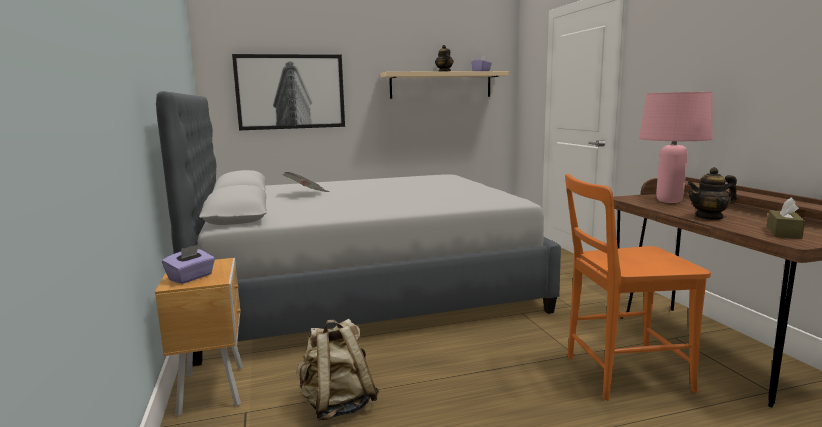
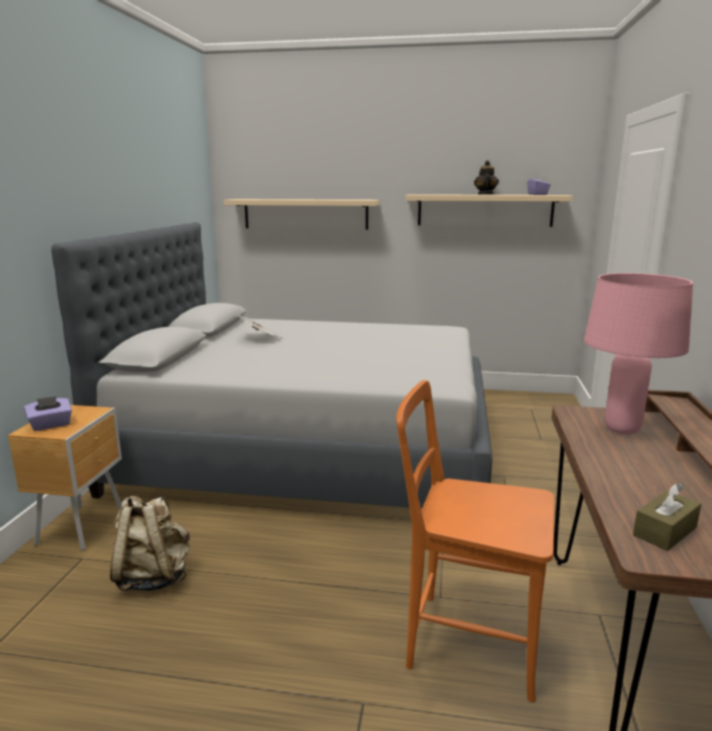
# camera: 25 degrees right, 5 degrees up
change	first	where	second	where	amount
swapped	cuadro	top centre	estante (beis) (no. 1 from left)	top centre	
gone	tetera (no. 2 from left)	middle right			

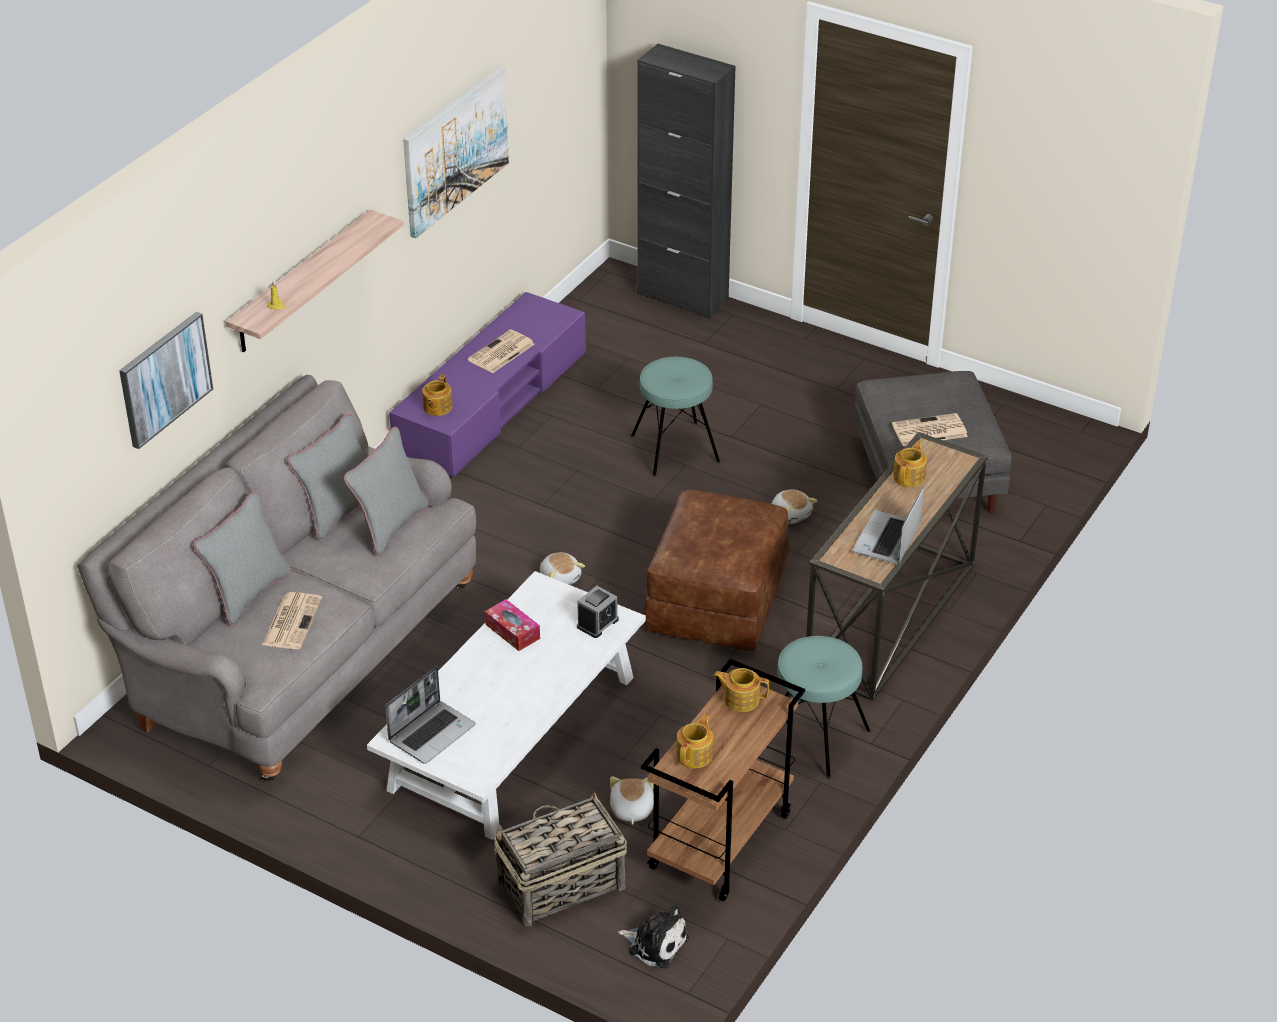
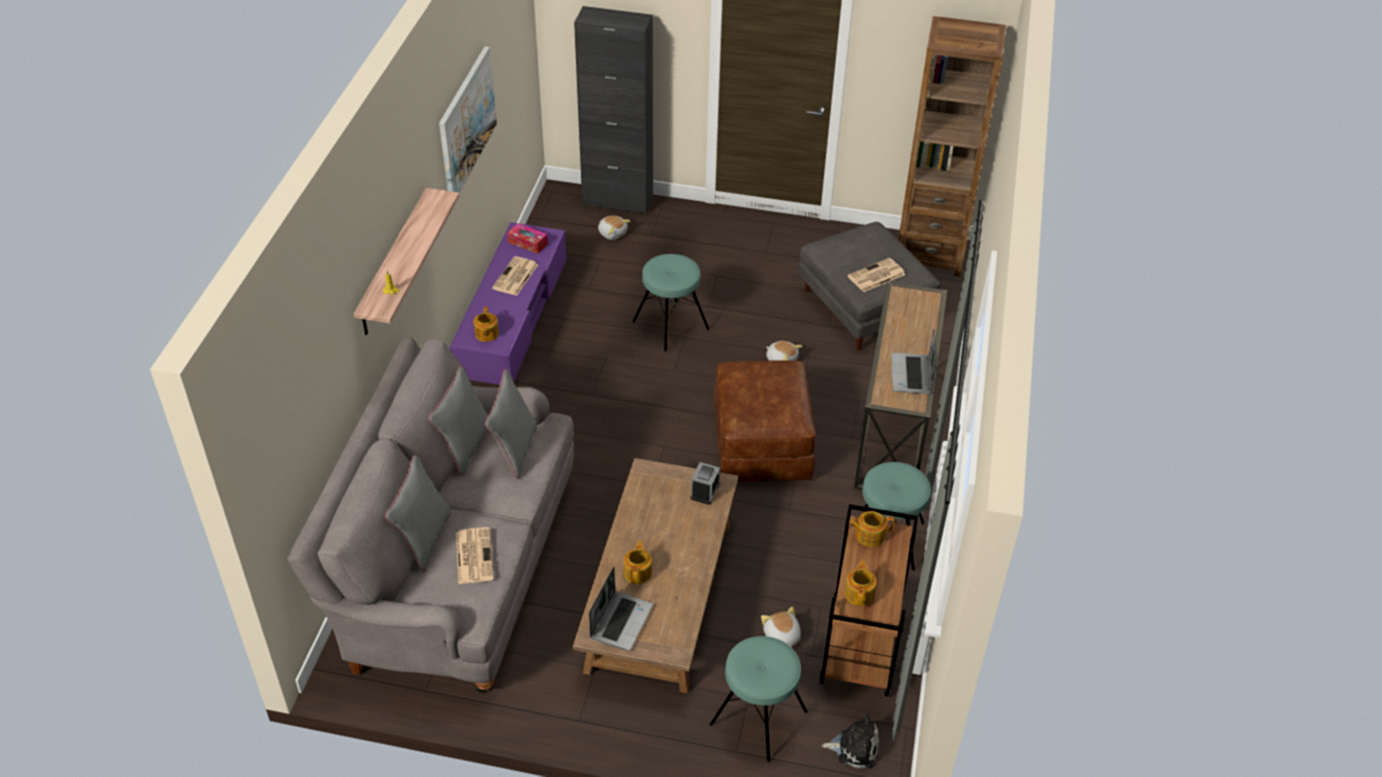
# camera: 20 degrees left, 5 degrees up
change	first	where	second	where	amount
shifted	caja de pañuelos	centre		top centre	
repainted	mesa de centro (blanco)	bottom centre	mesa de centro (marrón)	bottom centre	
shifted	peluche (no. 1 from left)	centre		top centre	
shifted	tetera (no. 4 from left in the first image)	middle right	tetera (no. 2 from left)	bottom centre	
swapped	cesta	bottom centre	taburete (turquesa) (no. 2 from left)	bottom centre	
new			estantería (marrón)	top right	
gone	cuadro (no. 1 from left)	middle left			

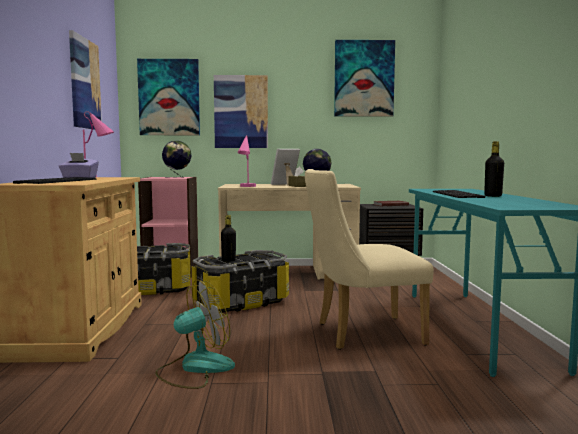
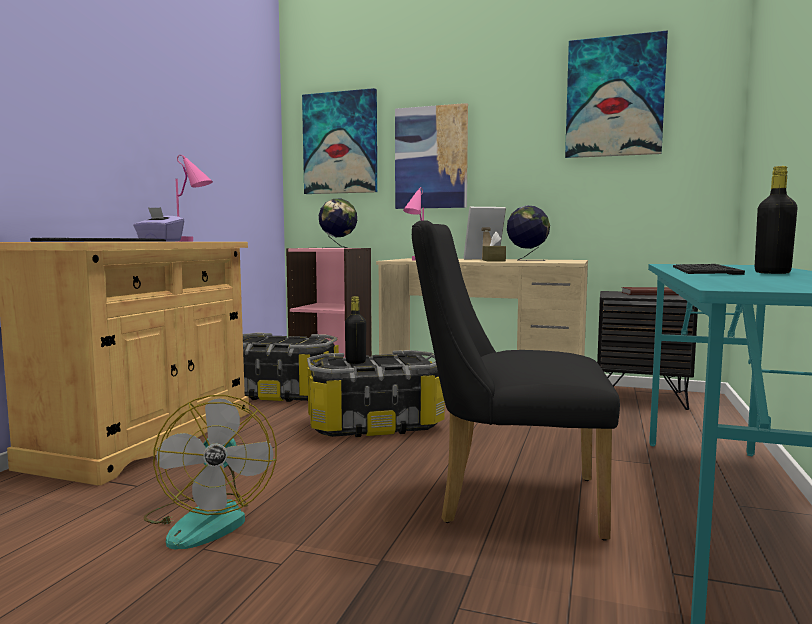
# camera: 20 degrees right, 0 degrees up
change	first	where	second	where	amount
rotated	ventilador	bottom centre		bottom left	90 degrees clockwise
repainted	silla (beis)	centre	silla (negro)	centre	
gone	cuadro (no. 1 from left)	top left			

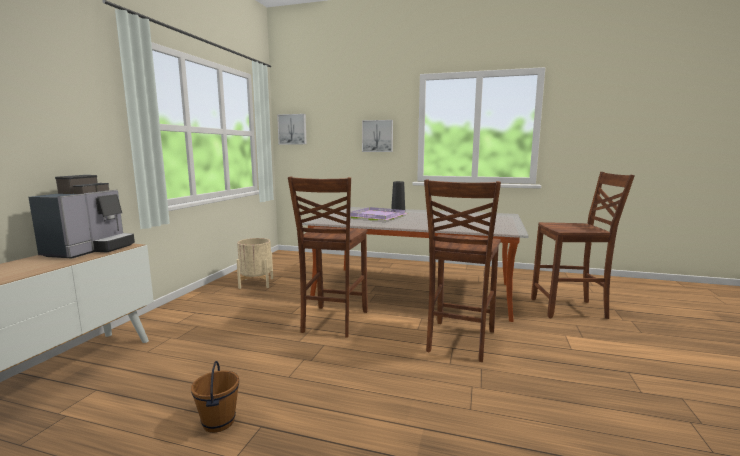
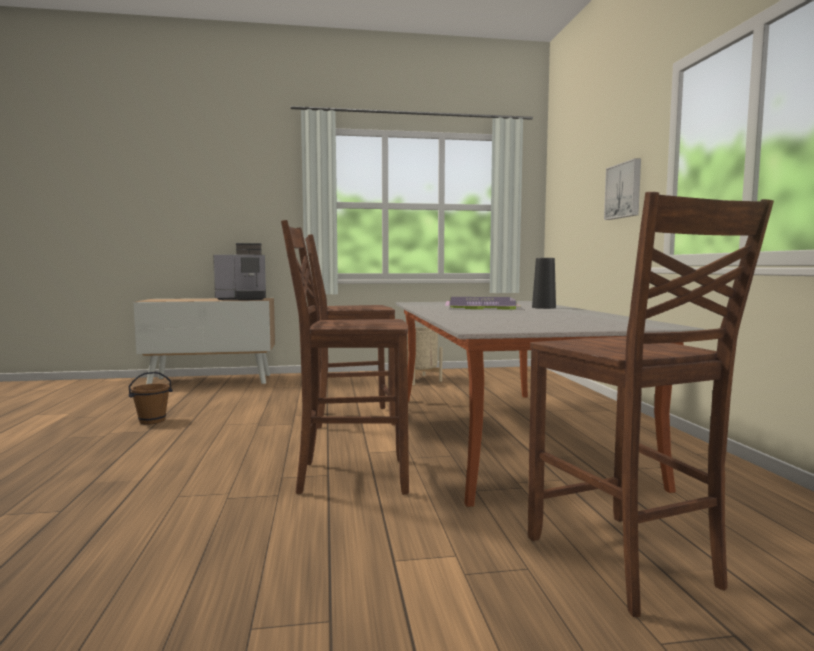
# camera: 65 degrees right, 5 degrees down
change	first	where	second	where	amount
gone	cuadro (no. 1 from left)	top centre			

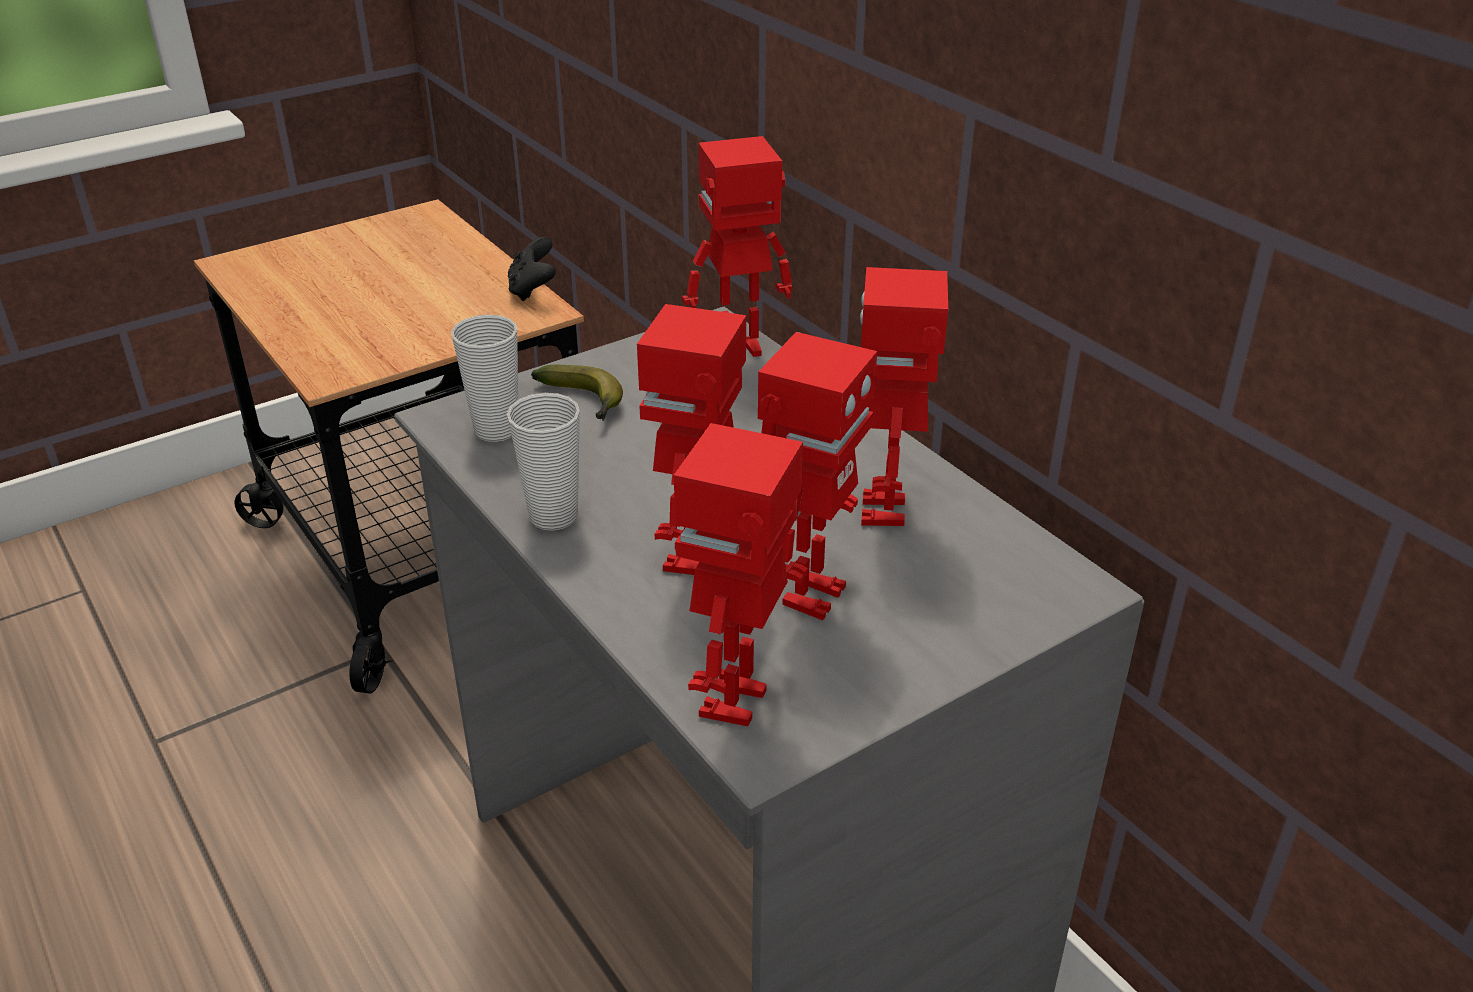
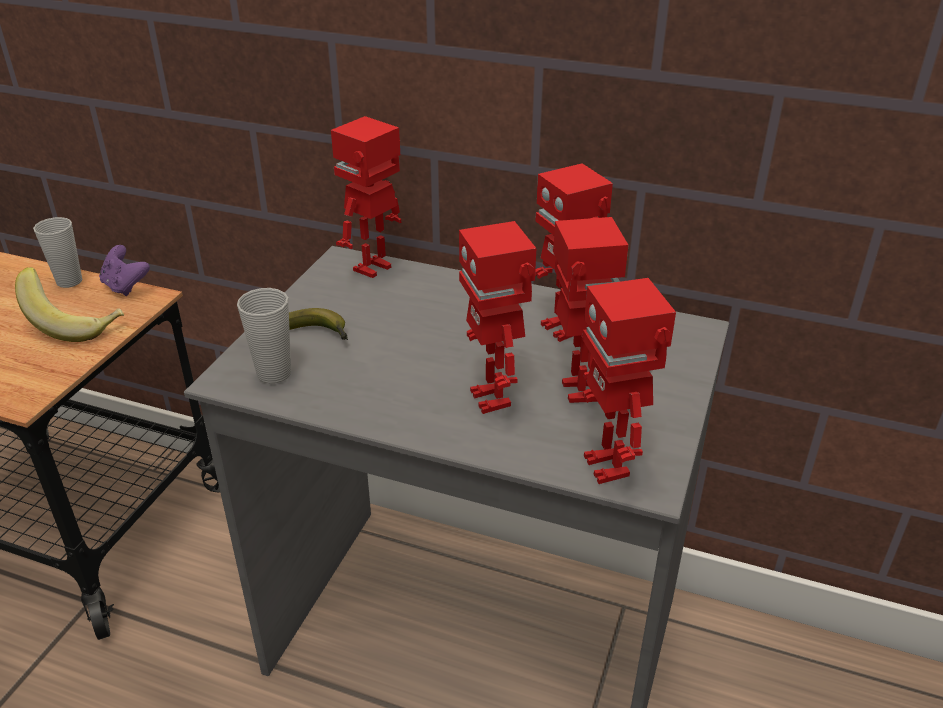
# camera: 35 degrees left, 0 degrees up
change	first	where	second	where	amount
new			plátano (no. 1 from left)	middle left	
shifted	taza (no. 2 from left in the first image)	centre	taza (no. 1 from left)	middle left	
repainted	mando de consola (negro)	top centre	mando de consola (morado)	middle left	

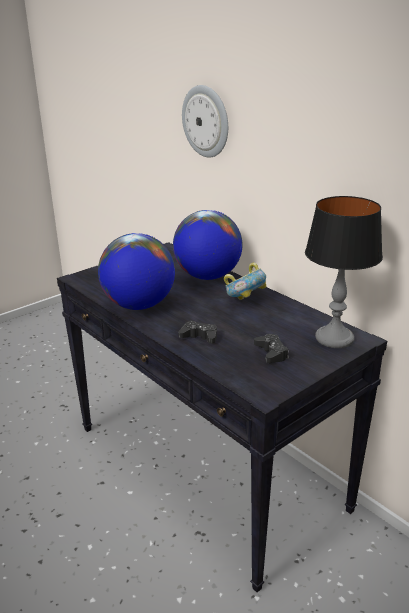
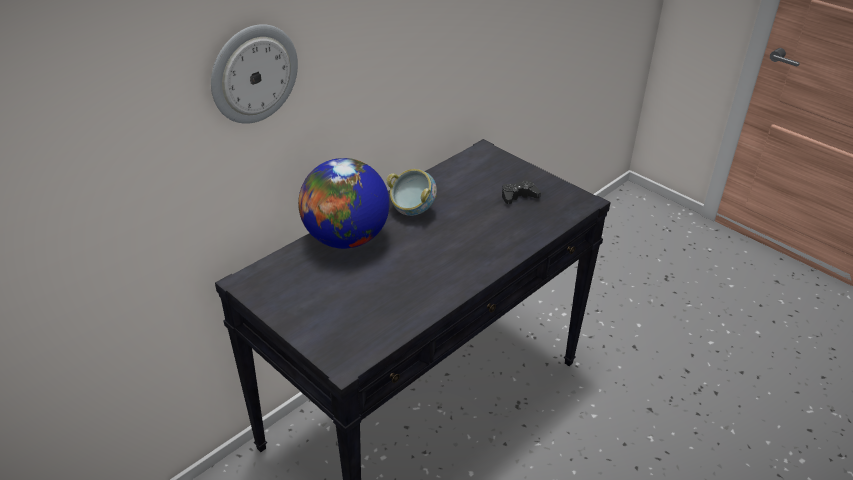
# camera: 95 degrees left, 10 degrees up
change	first	where	second	where	amount
gone	globo terráqueo (no. 1 from left)	middle left			
gone	mando de consola (negro) (no. 1 from left)	centre			
gone	lámpara de mesa	middle right			

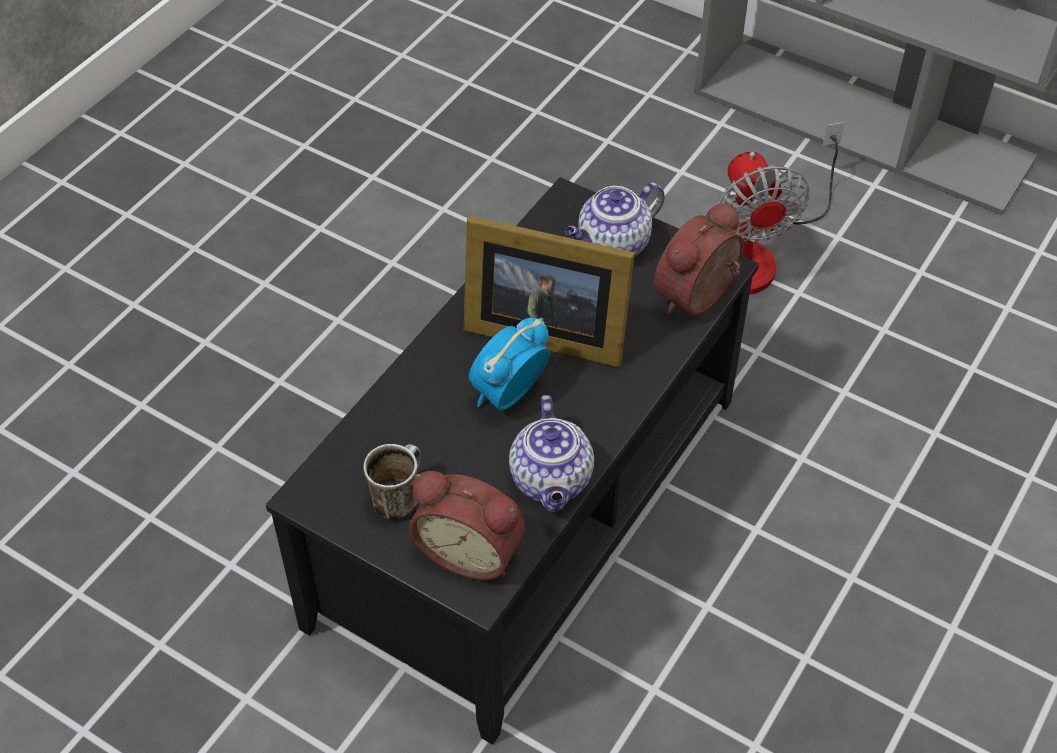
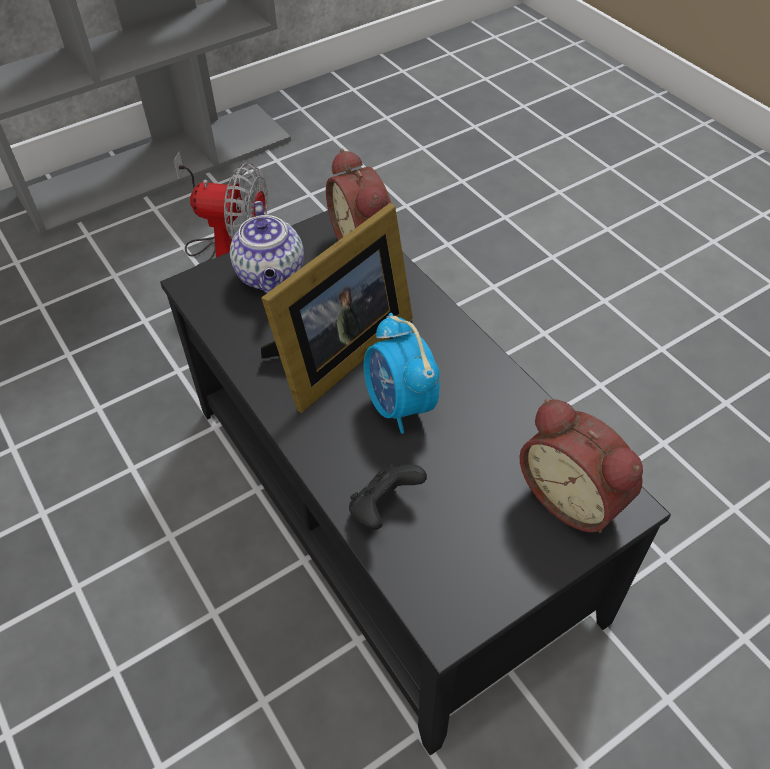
# camera: 65 degrees left, 0 degrees up
change	first	where	second	where	amount
new			mando de consola (negro)	centre	
rotated	despertador (no. 1 from left in the first image)	bottom centre	despertador (no. 3 from left)	middle right	90 degrees clockwise
gone	taza grande	centre			
gone	tetera (no. 1 from left)	centre			

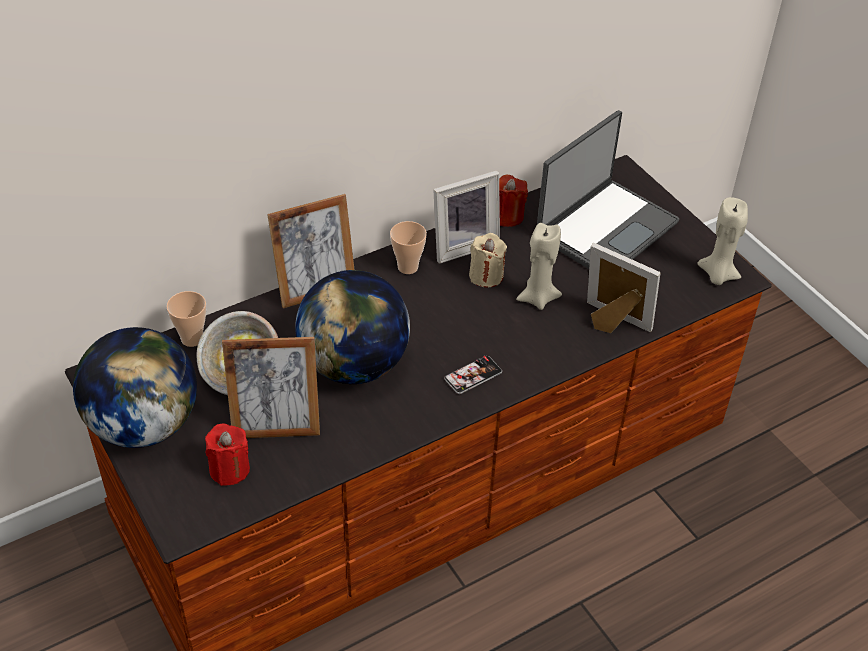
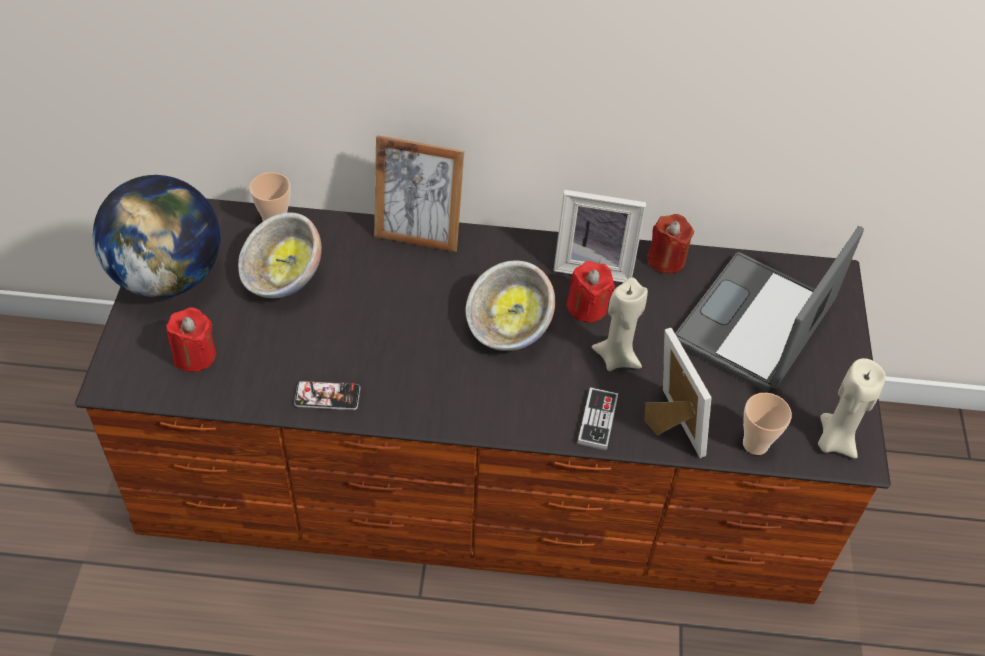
# camera: 35 degrees right, 5 degrees up
change	first	where	second	where	amount
shifted	móvil	centre		middle left	
new			cuenco (no. 2 from left)	centre	
repainted	vela (beis) (no. 1 from left)	centre	vela (rojo) (no. 2 from left)	centre	
new			mando de consola	centre	
rotated	portátil	top right		middle right	135 degrees clockwise
shifted	taza (no. 2 from left)	centre		middle right	
gone	portarretratos (no. 1 from left)	middle left			
gone	globo terráqueo (no. 2 from left)	centre			

